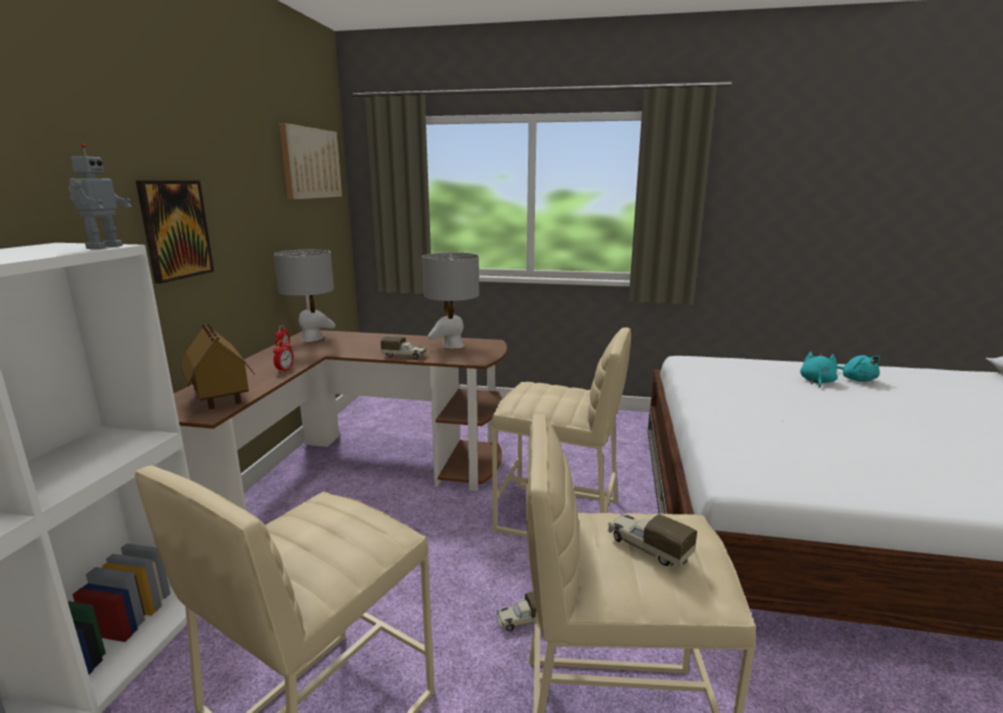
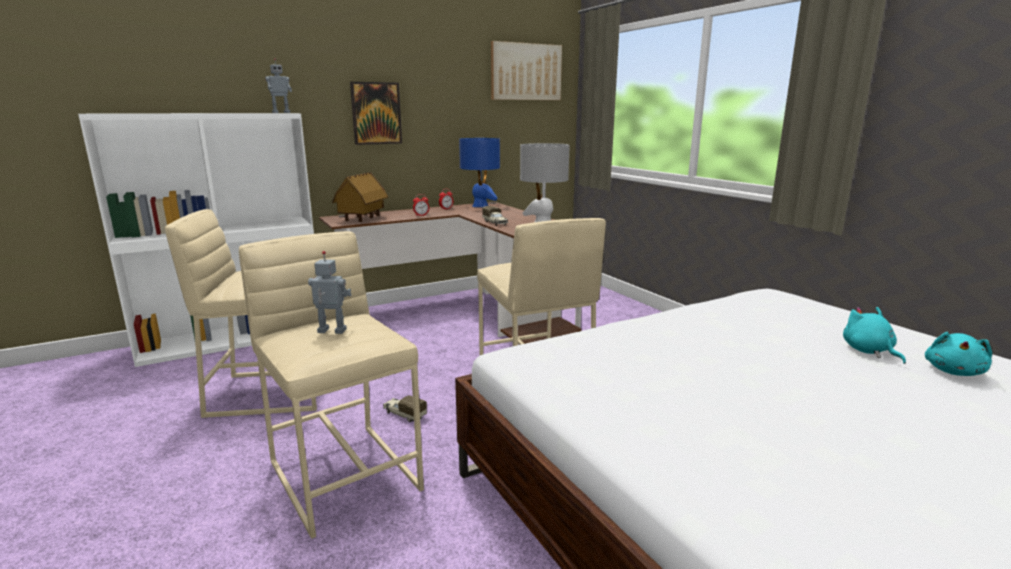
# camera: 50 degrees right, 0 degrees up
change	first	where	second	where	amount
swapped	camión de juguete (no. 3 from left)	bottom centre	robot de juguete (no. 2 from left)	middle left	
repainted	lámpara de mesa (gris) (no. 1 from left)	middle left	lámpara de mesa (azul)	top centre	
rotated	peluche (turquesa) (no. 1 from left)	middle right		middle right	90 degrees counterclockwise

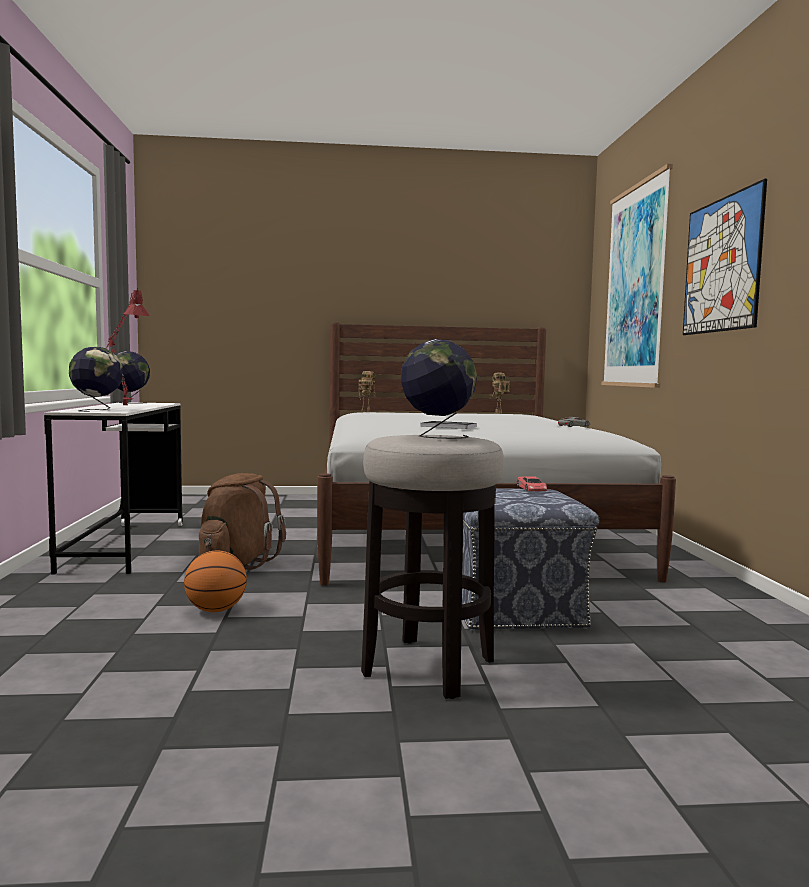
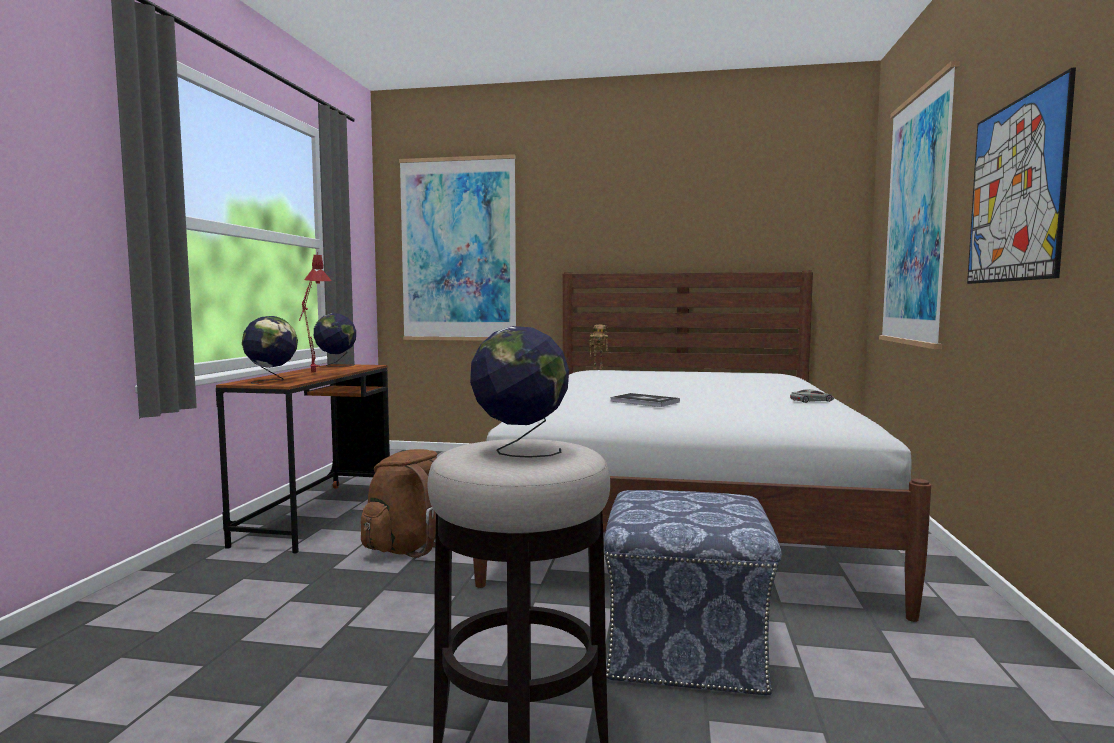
# camera: 15 degrees right, 0 degrees up
change	first	where	second	where	amount
repainted	escritorio (blanco)	middle left	escritorio (marrón)	middle left	
new			cuadro (no. 1 from left)	top centre	
gone	balón de baloncesto	middle left			
gone	robot de juguete (no. 2 from left)	centre			
gone	coche de juguete (rojo)	centre			

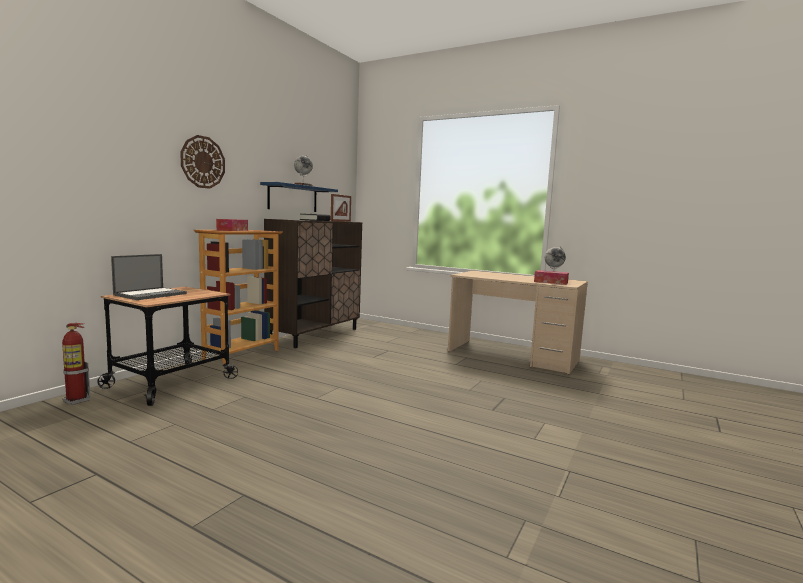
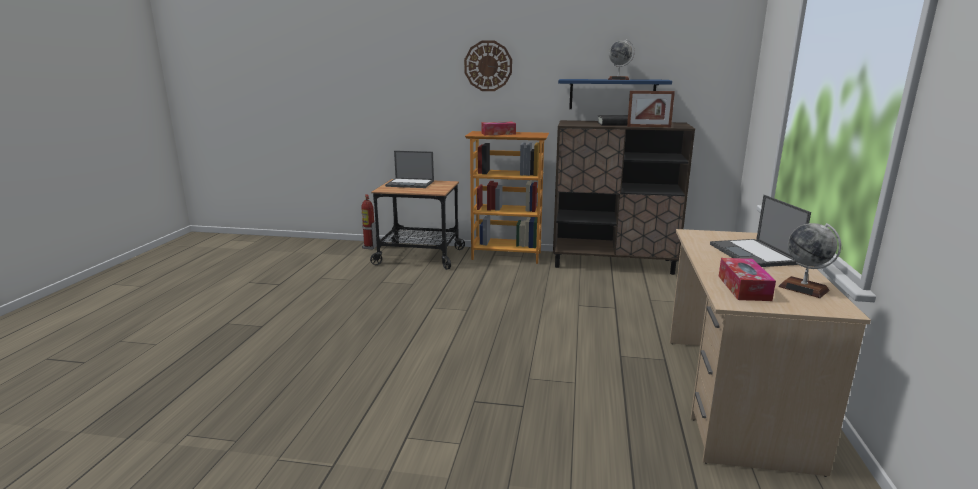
# camera: 70 degrees right, 10 degrees up
change	first	where	second	where	amount
new			portátil (no. 2 from left)	middle right	

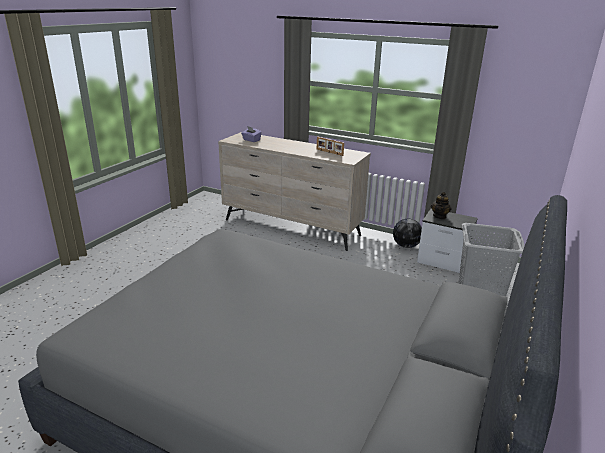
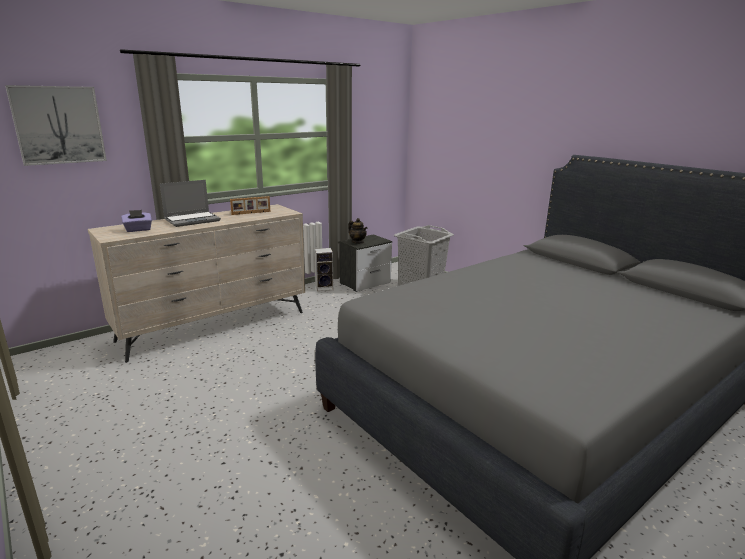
# camera: 65 degrees left, 5 degrees down
change	first	where	second	where	amount
new			cuadro	top left	
new			portátil	middle left	
swapped	globo terráqueo	middle right	altavoz	centre	

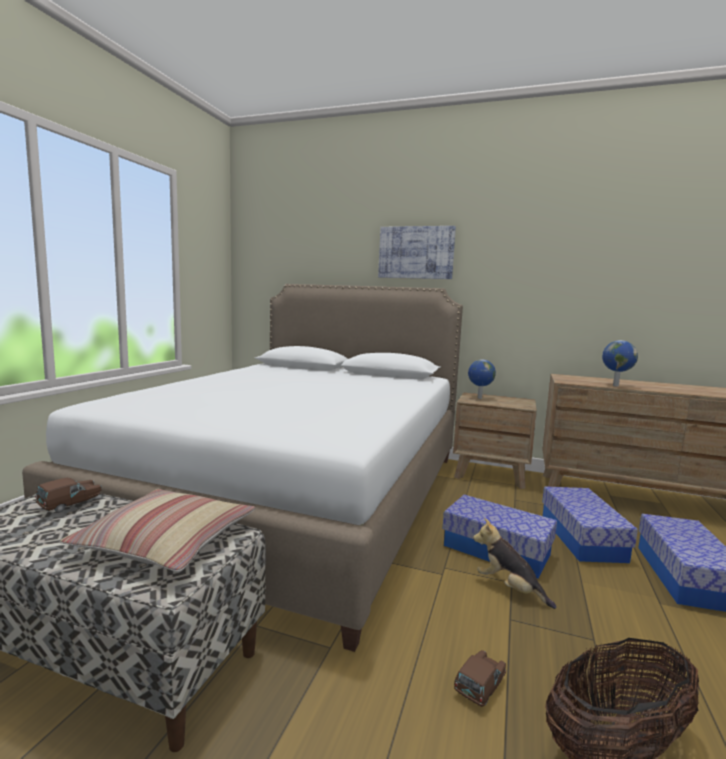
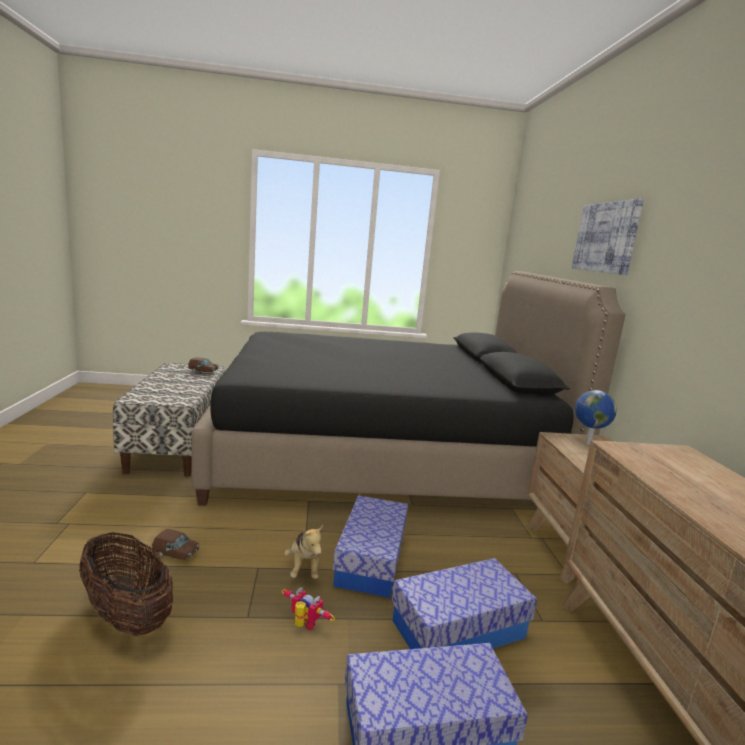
# camera: 65 degrees right, 5 degrees up
change	first	where	second	where	amount
repainted	cama (blanco)	centre	cama (negro)	centre	
new			robot de juguete	bottom centre	
rotated	peluche	bottom right		bottom centre	150 degrees clockwise
gone	cojín	bottom left			
gone	globo terráqueo (no. 2 from left)	middle right			

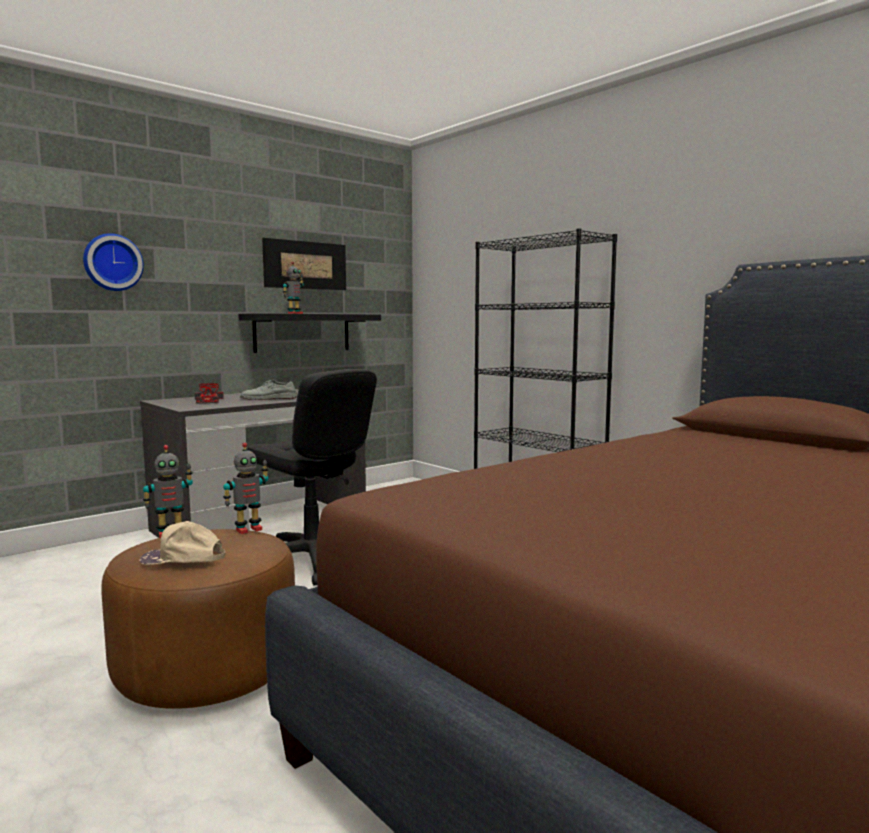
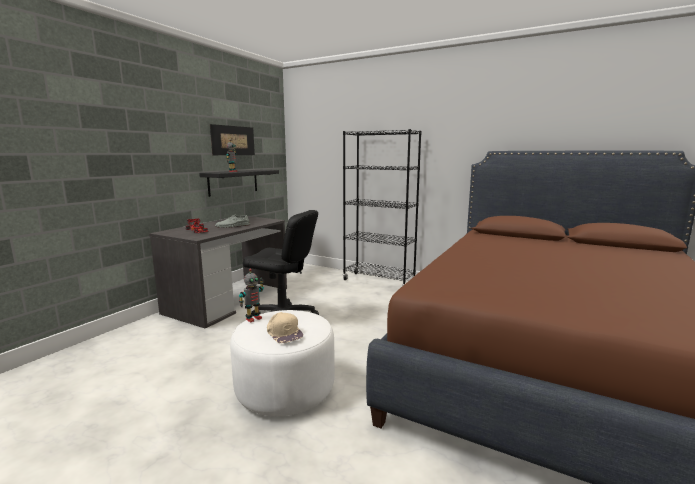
# camera: 20 degrees left, 5 degrees up
change	first	where	second	where	amount
repainted	puf (marrón)	bottom left	puf (blanco)	bottom centre	
rotated	gorra (beis)	middle left		bottom centre	105 degrees counterclockwise
gone	reloj de pared	top left			
gone	robot de juguete (no. 2 from left)	middle left			

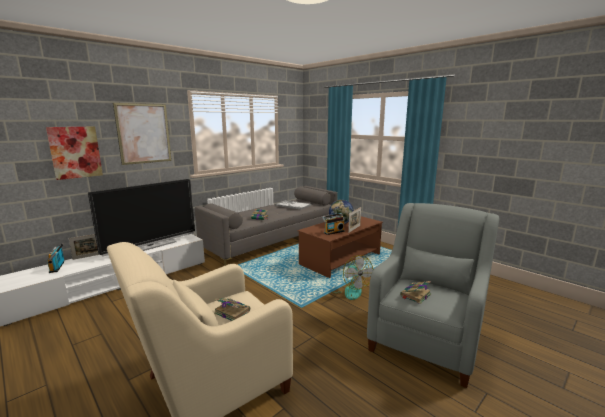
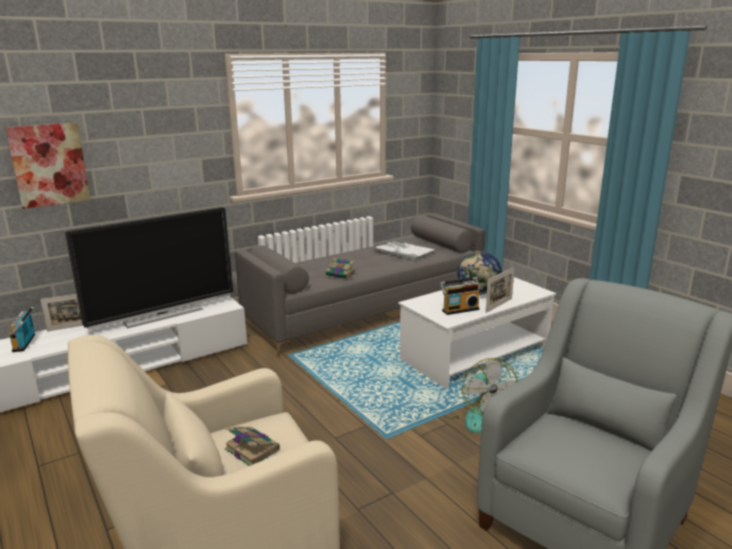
# camera: 10 degrees right, 5 degrees up
change	first	where	second	where	amount
repainted	mesa de centro (marrón)	centre	mesa de centro (blanco)	centre	
gone	cuadro (no. 2 from left)	top left			
gone	libro (no. 3 from left)	bottom right			

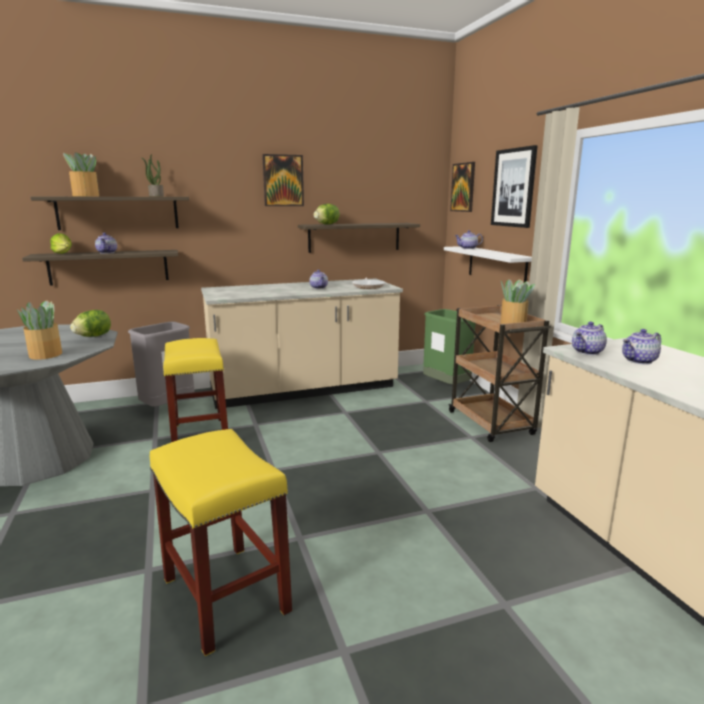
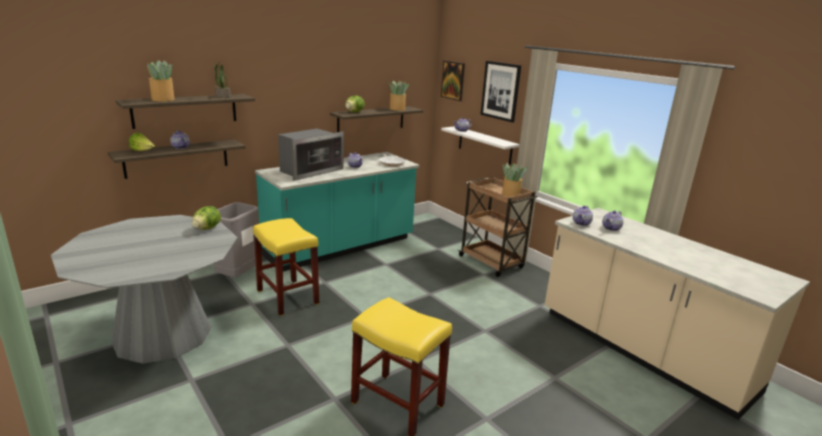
# camera: 20 degrees left, 5 degrees up
change	first	where	second	where	amount
repainted	mueble bajo de cocina (beis) (no. 1 from left)	centre	mueble bajo de cocina (turquesa)	centre	
new			microondas	centre	
shifted	planta en maceta (no. 1 from left in the first image)	middle left	planta en maceta (no. 3 from left)	top centre	
gone	cuadro (no. 1 from left)	top centre			
gone	papelera (verde)	centre			

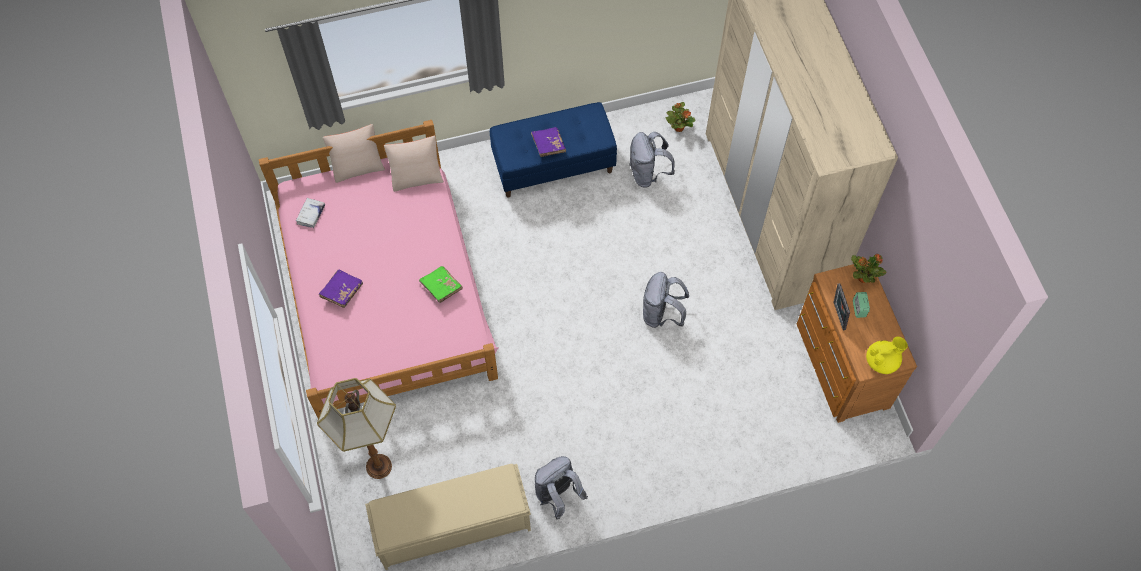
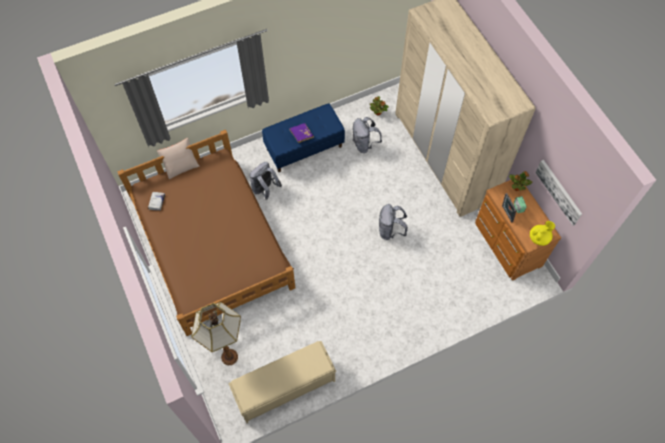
# camera: 10 degrees left, 0 degrees up
change	first	where	second	where	amount
repainted	cama (rosa)	middle left	cama (marrón)	middle left	
shifted	mochila (gris) (no. 1 from left)	bottom centre		centre	
new			cuadro	middle right	
gone	libro (morado) (no. 1 from left)	middle left			
gone	cojín (beis) (no. 2 from left)	top centre			
gone	libro (verde)	centre			

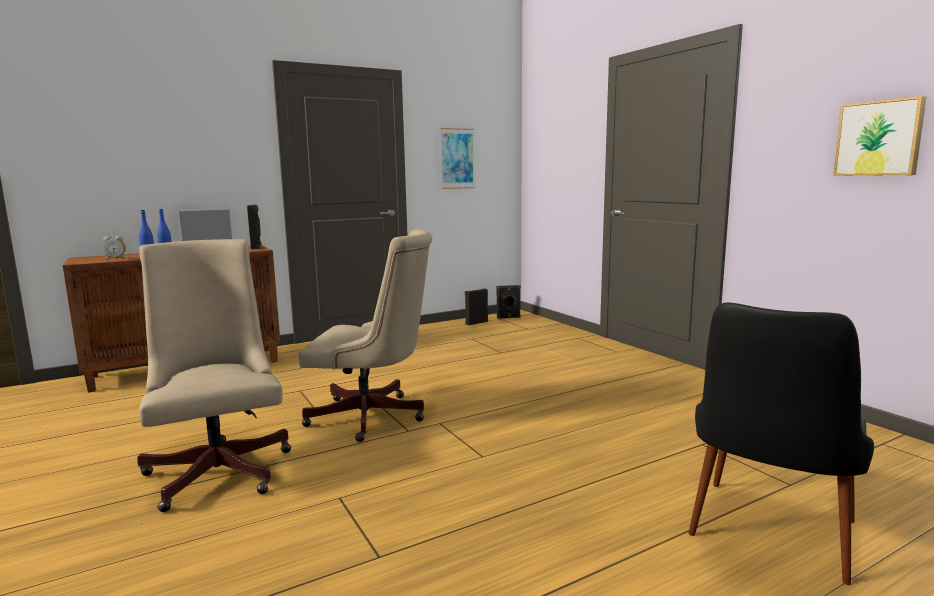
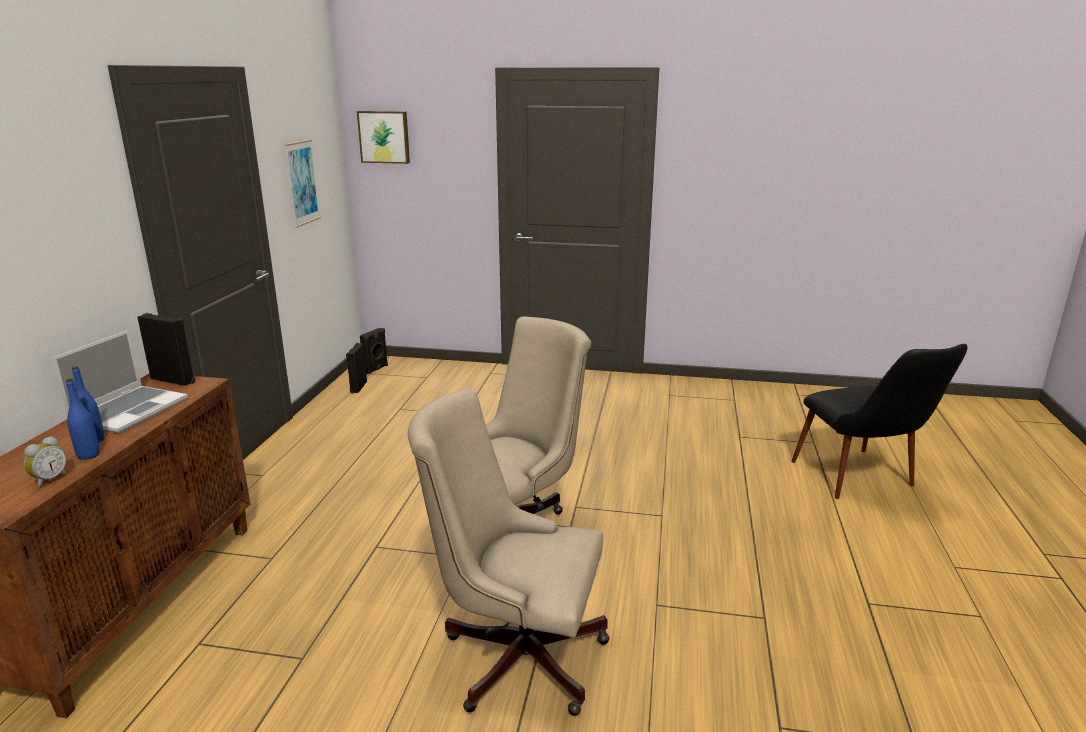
# camera: 50 degrees left, 10 degrees up
change	first	where	second	where	amount
shifted	cuadro (no. 2 from left)	top right		top centre	

